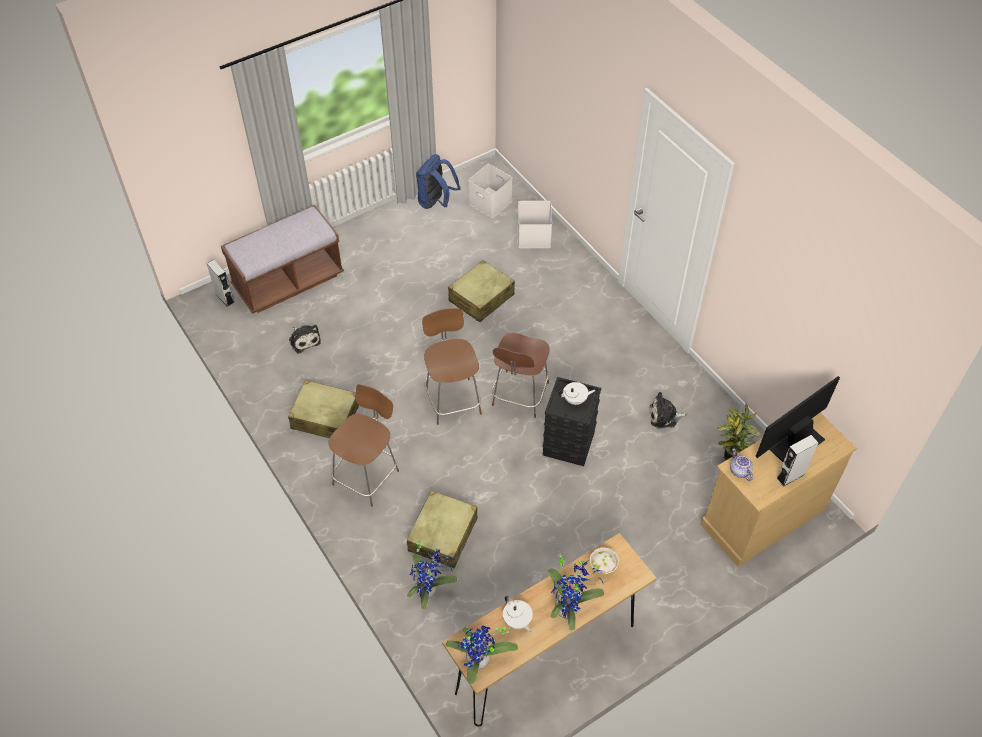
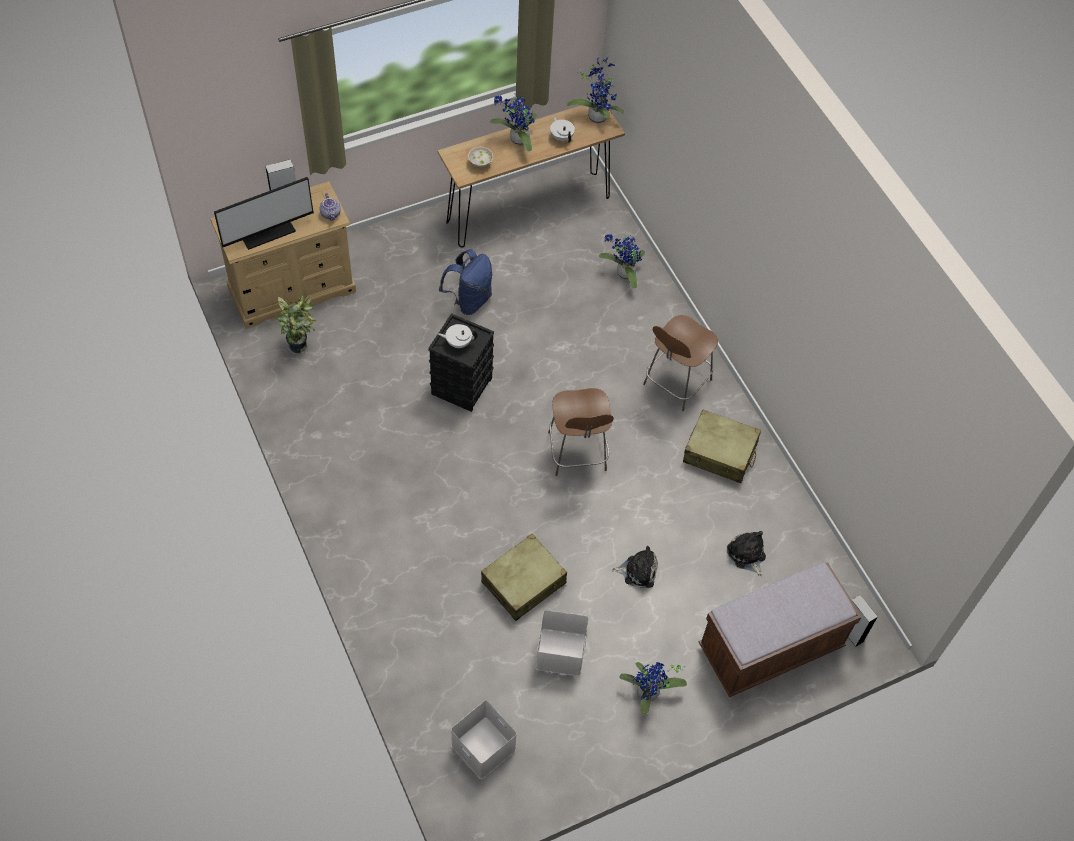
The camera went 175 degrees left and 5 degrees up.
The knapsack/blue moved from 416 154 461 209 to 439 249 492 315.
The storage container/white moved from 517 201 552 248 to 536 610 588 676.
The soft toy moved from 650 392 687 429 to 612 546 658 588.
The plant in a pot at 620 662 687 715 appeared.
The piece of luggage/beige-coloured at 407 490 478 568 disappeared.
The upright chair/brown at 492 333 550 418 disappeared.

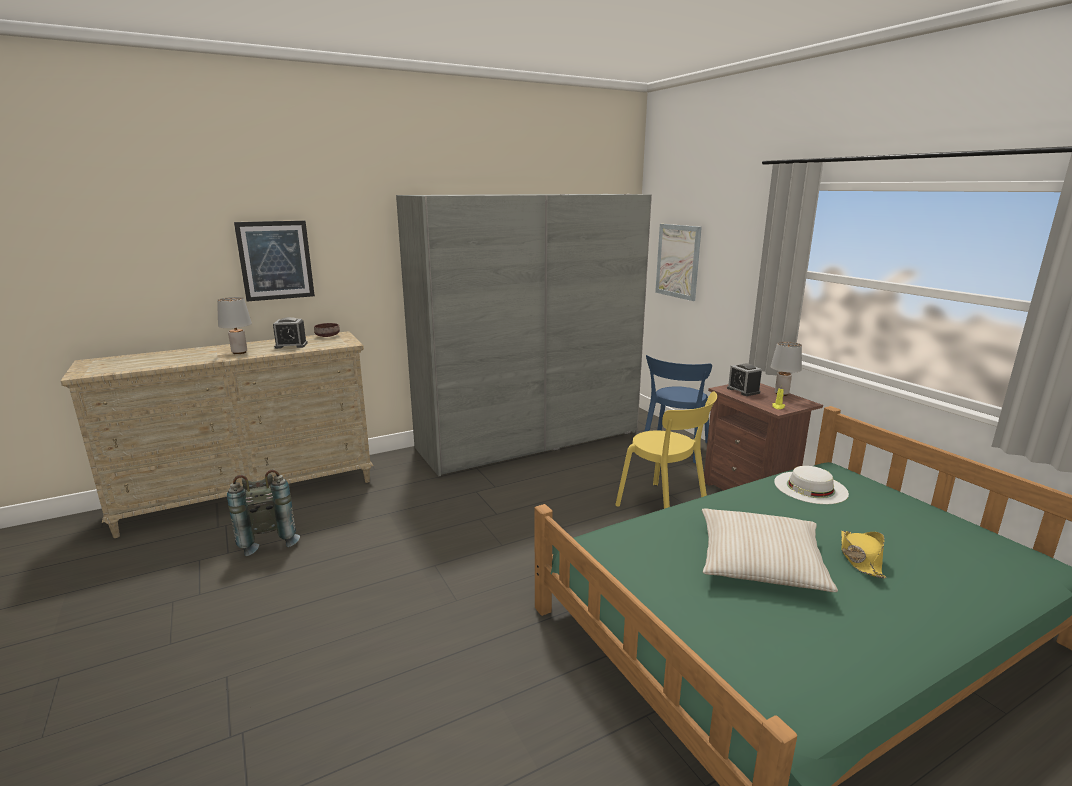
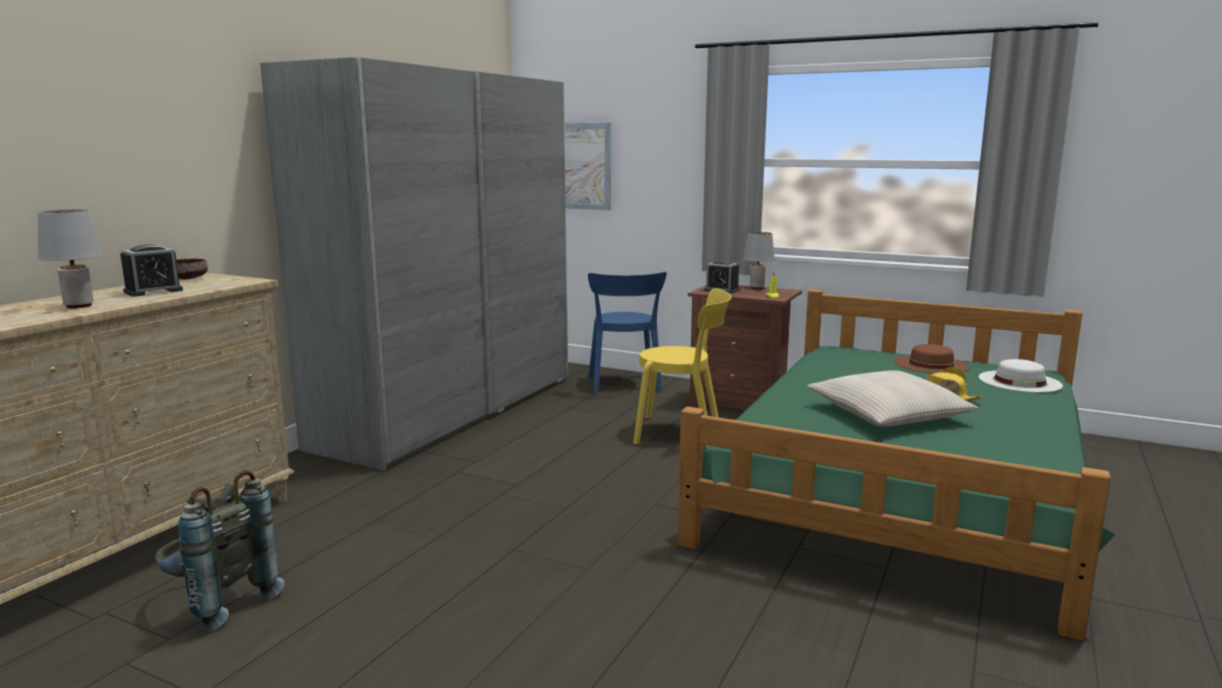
The camera went 35 degrees left and 5 degrees down.
The hat/brown at 894 344 970 374 appeared.
The hat/white moved from 774 466 849 504 to 979 359 1063 393.
The picture at 234 220 315 301 disappeared.

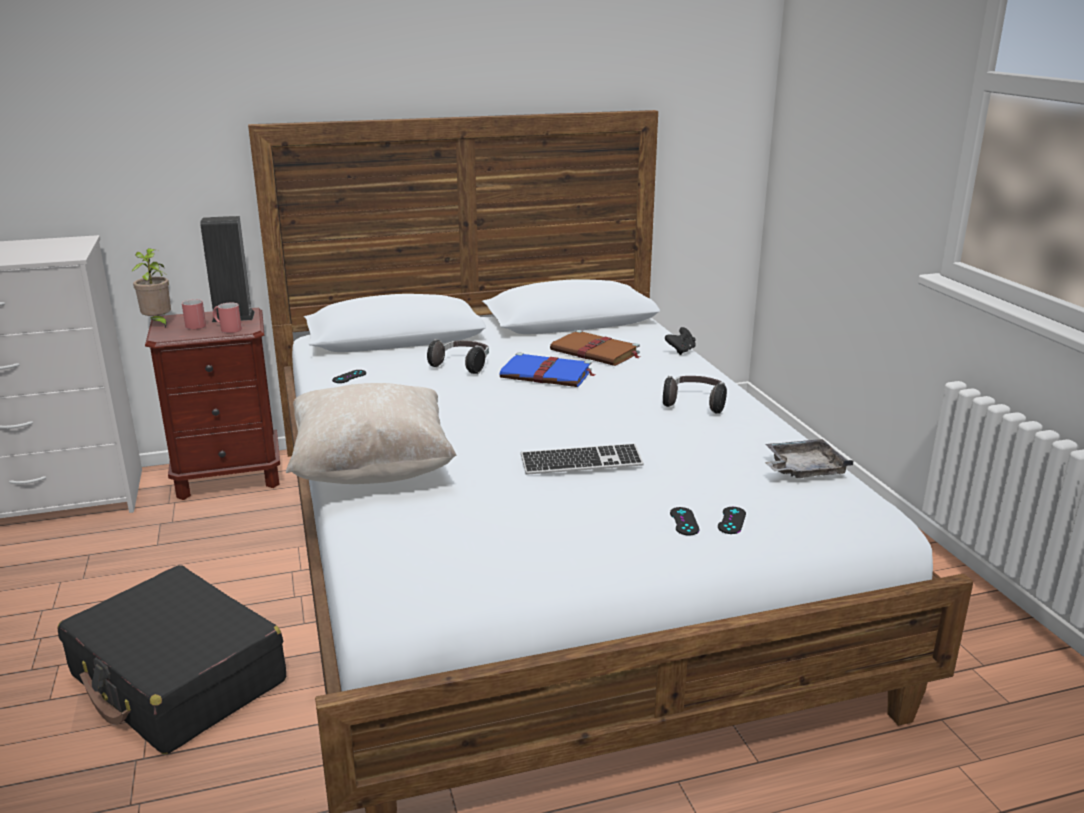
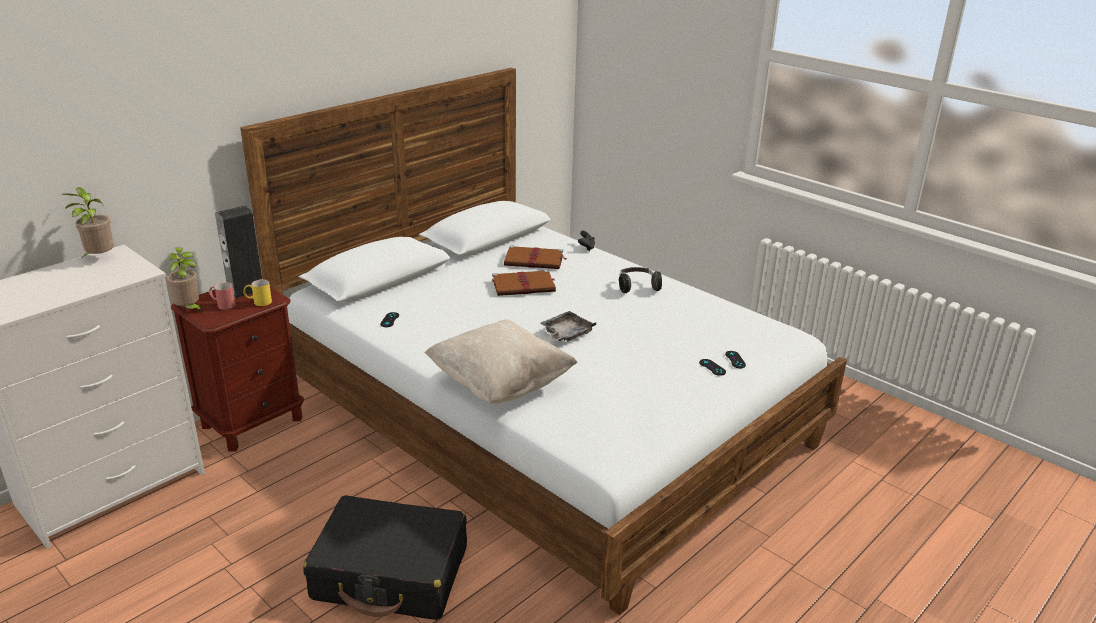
The camera went 30 degrees left and 5 degrees up.
The plant in a pot at 62 187 114 258 appeared.
The coffee mug/reddish at 213 303 242 333 became the coffee mug/yellow at 243 279 272 306.
The book/blue at 500 352 596 387 became the book/brown at 492 270 556 296.
The serving tray/gray moved from 765 439 854 478 to 540 311 597 342.
The pair of headphones at 427 339 489 374 disappeared.
The keyboard at 521 443 644 475 disappeared.

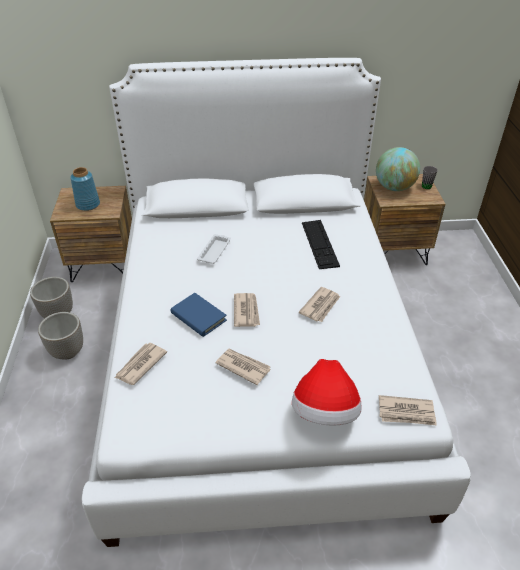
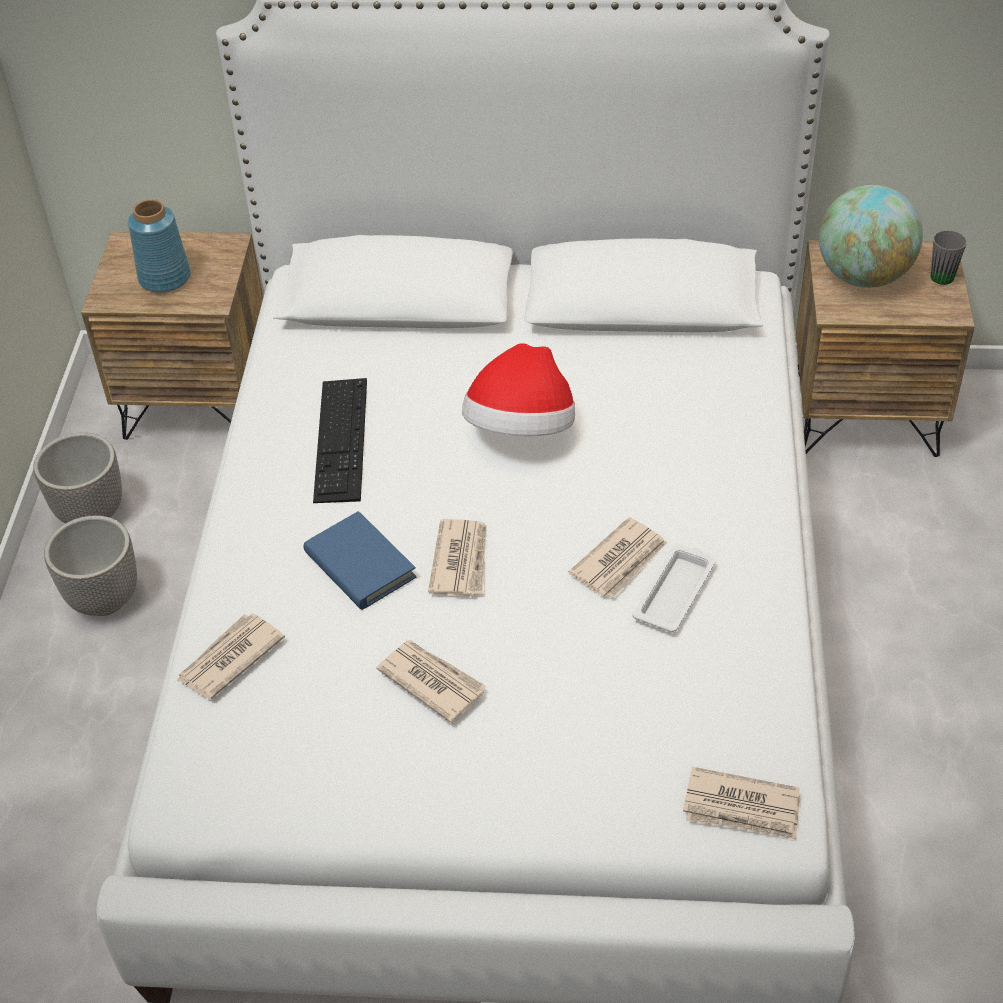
The camera went 10 degrees right and 5 degrees up.
The keyboard moved from 302 220 340 269 to 313 378 367 503.
The hat moved from 292 359 362 426 to 462 343 575 436.
The serving tray/white moved from 197 234 231 264 to 632 544 716 632.

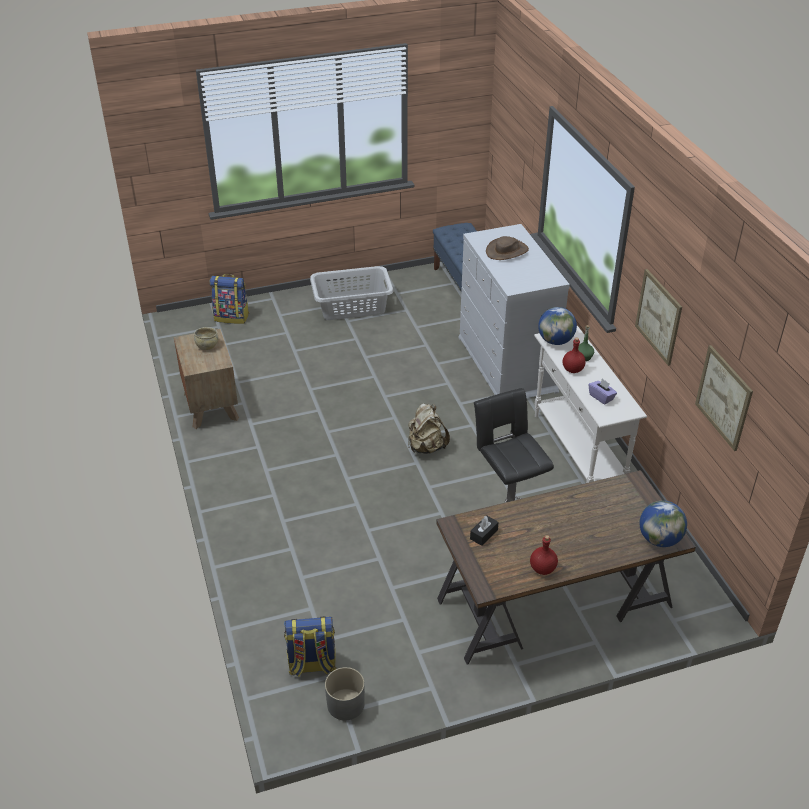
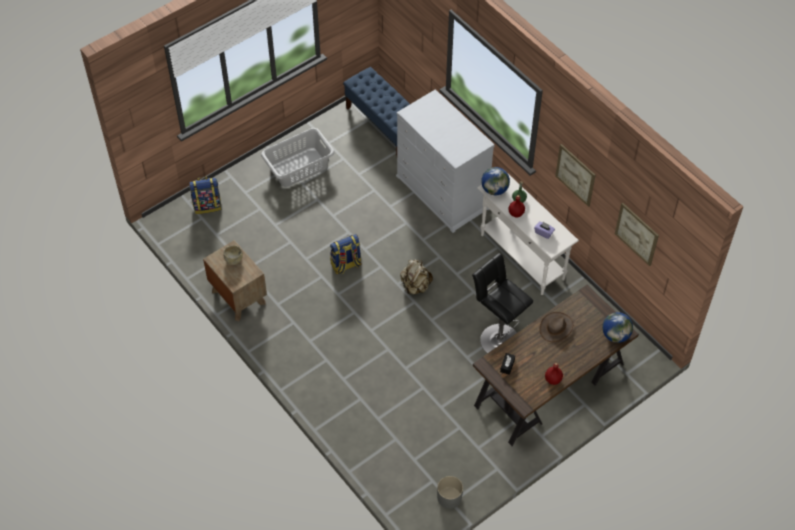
The camera went 20 degrees left and 15 degrees up.
The knapsack moved from 284 616 337 677 to 330 234 362 274.
The hat/brown moved from 486 236 529 260 to 540 312 573 342.

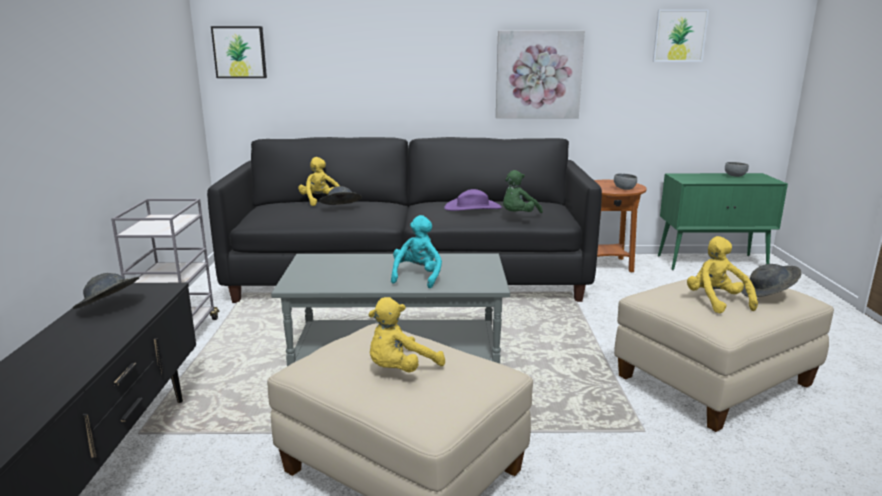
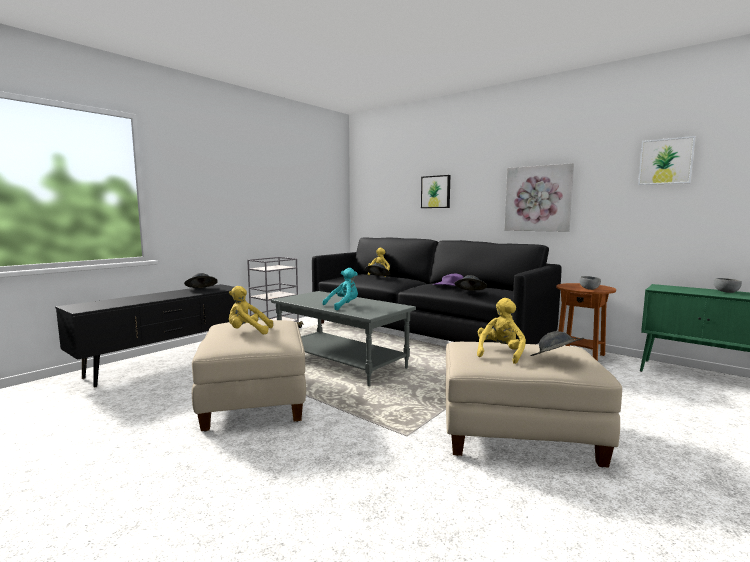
The camera went 40 degrees right and 10 degrees down.
The picture moved from 211 26 267 78 to 421 175 450 208.
The soft toy/green at 503 170 543 213 was replaced by the hat/gray at 454 275 487 290.

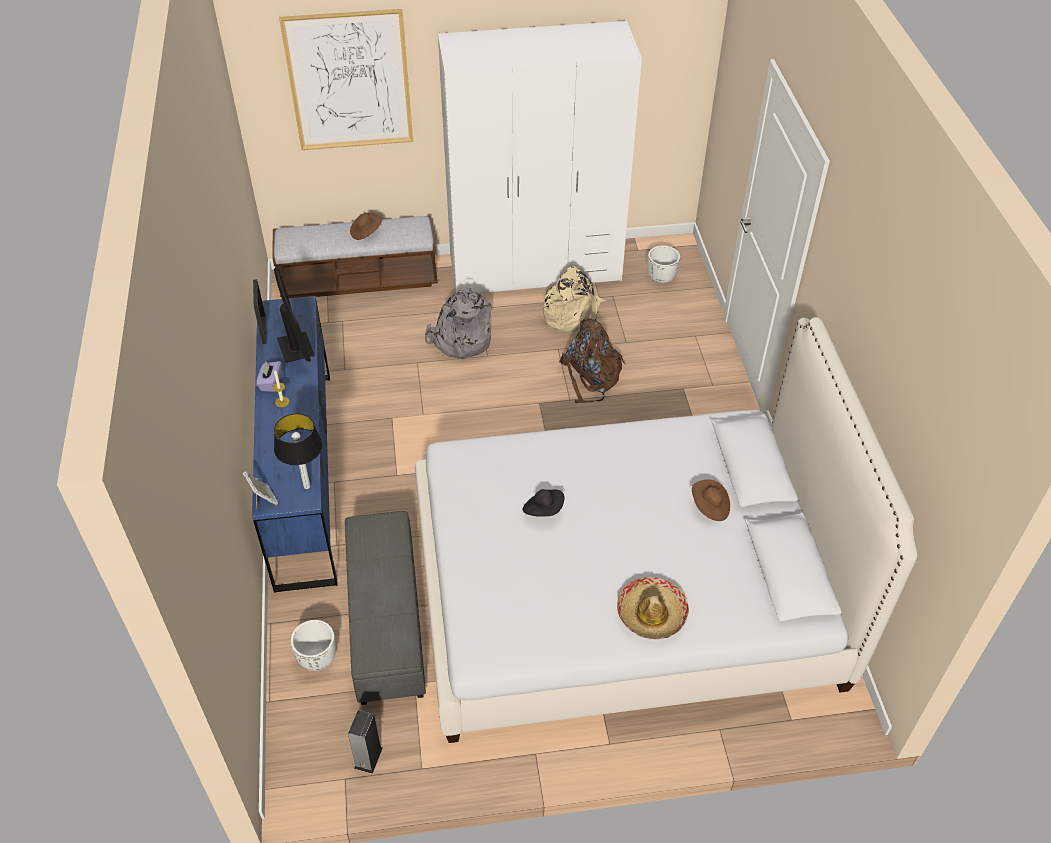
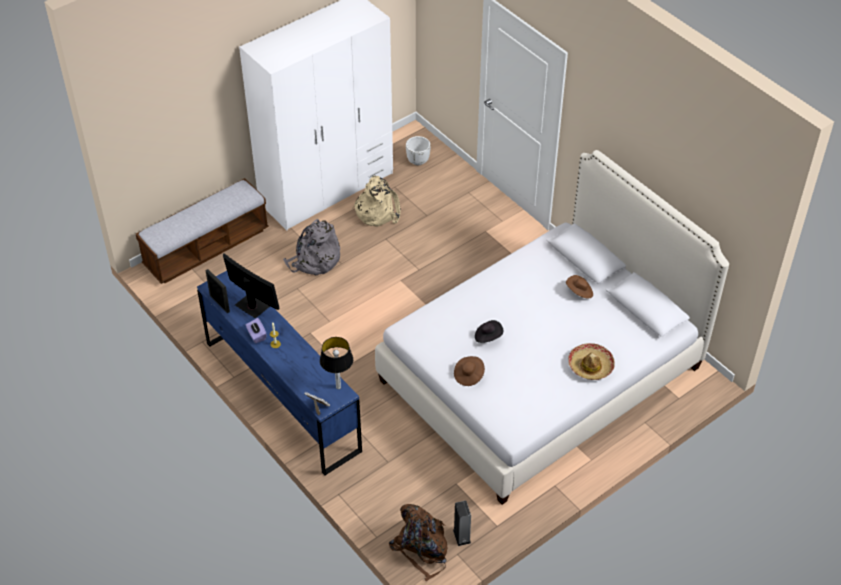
The camera went 30 degrees left and 0 degrees up.
The knapsack/brown moved from 559 318 626 403 to 389 504 447 581.
The hat/brown moved from 350 212 382 240 to 454 356 485 386.
The picture at 279 9 413 150 disappeared.
The flower pot/white at 290 620 336 671 disappeared.
The pouffe/gray at 345 511 426 705 disappeared.

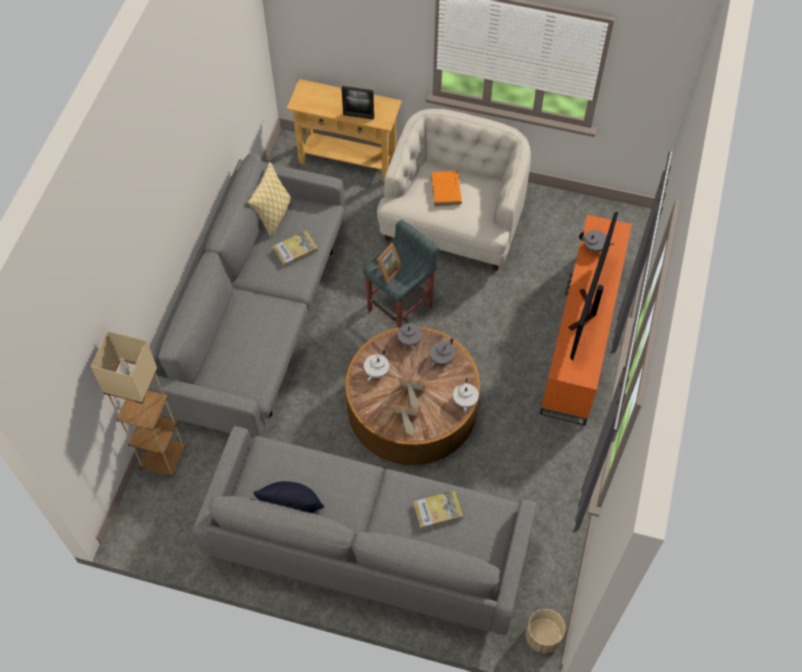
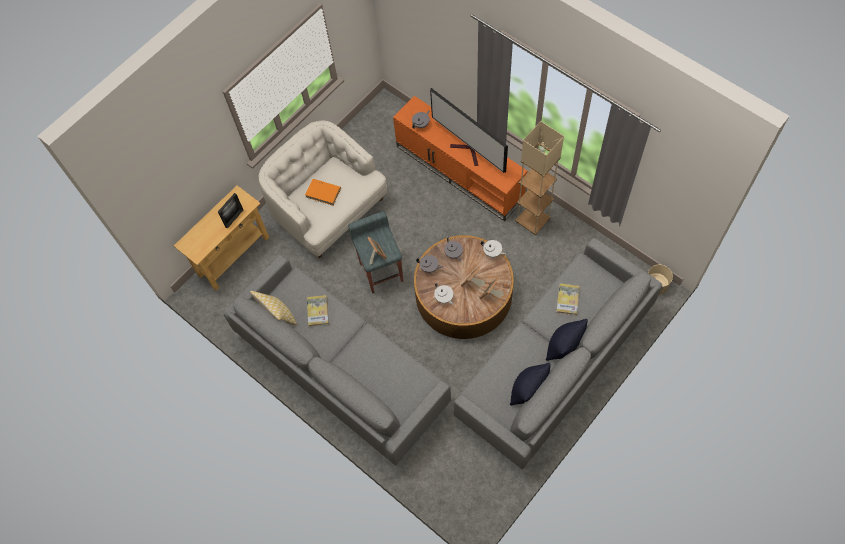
The camera went 60 degrees left and 5 degrees up.
The floor lamp/beige-coloured moved from 91 331 186 477 to 515 121 564 235.
The pillow/black at 546 319 588 361 appeared.

